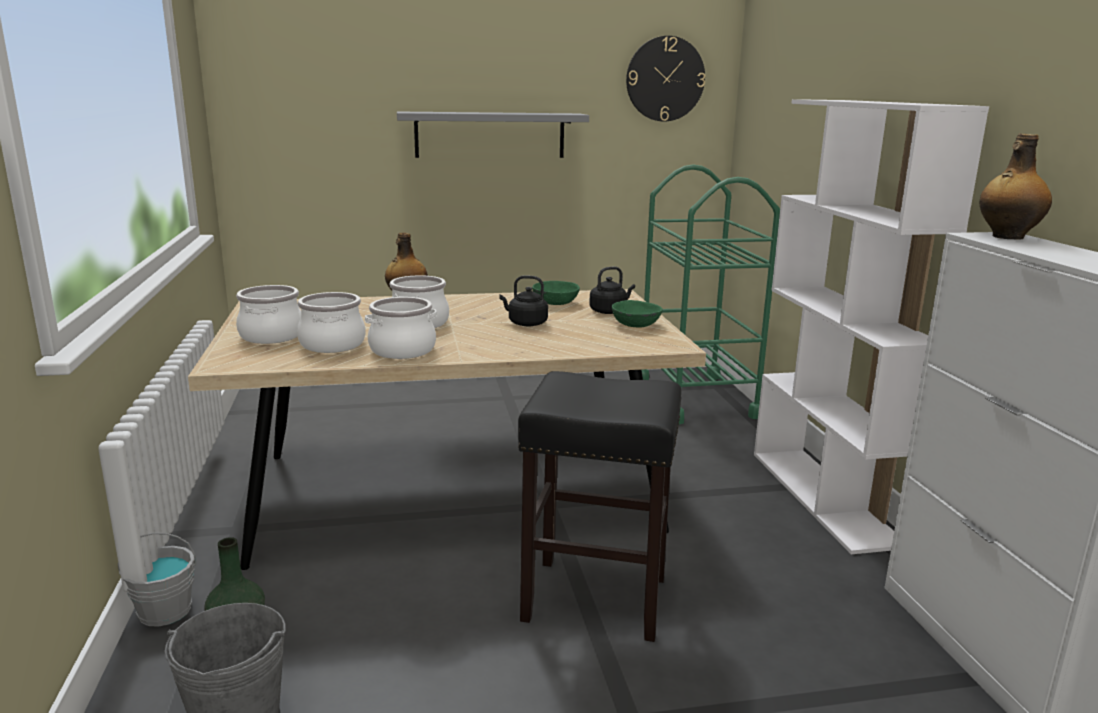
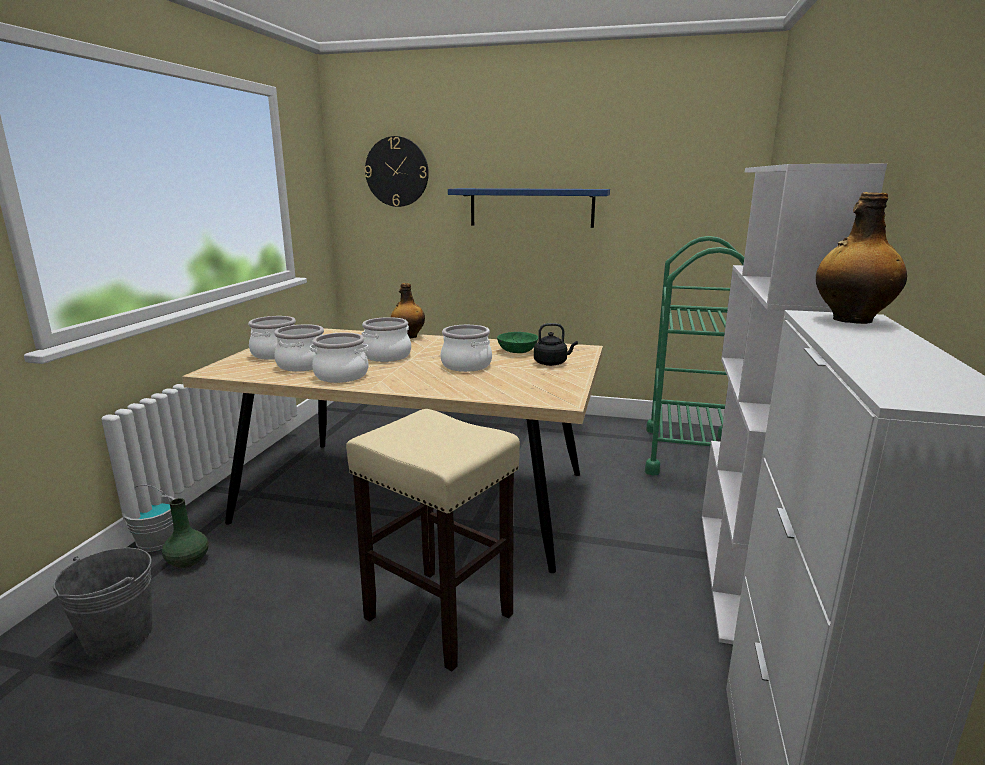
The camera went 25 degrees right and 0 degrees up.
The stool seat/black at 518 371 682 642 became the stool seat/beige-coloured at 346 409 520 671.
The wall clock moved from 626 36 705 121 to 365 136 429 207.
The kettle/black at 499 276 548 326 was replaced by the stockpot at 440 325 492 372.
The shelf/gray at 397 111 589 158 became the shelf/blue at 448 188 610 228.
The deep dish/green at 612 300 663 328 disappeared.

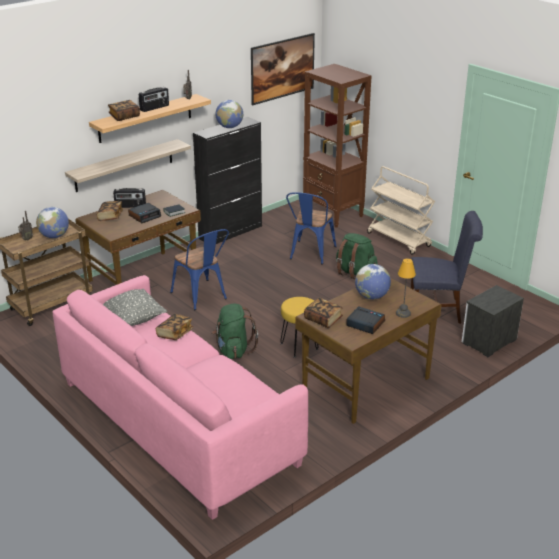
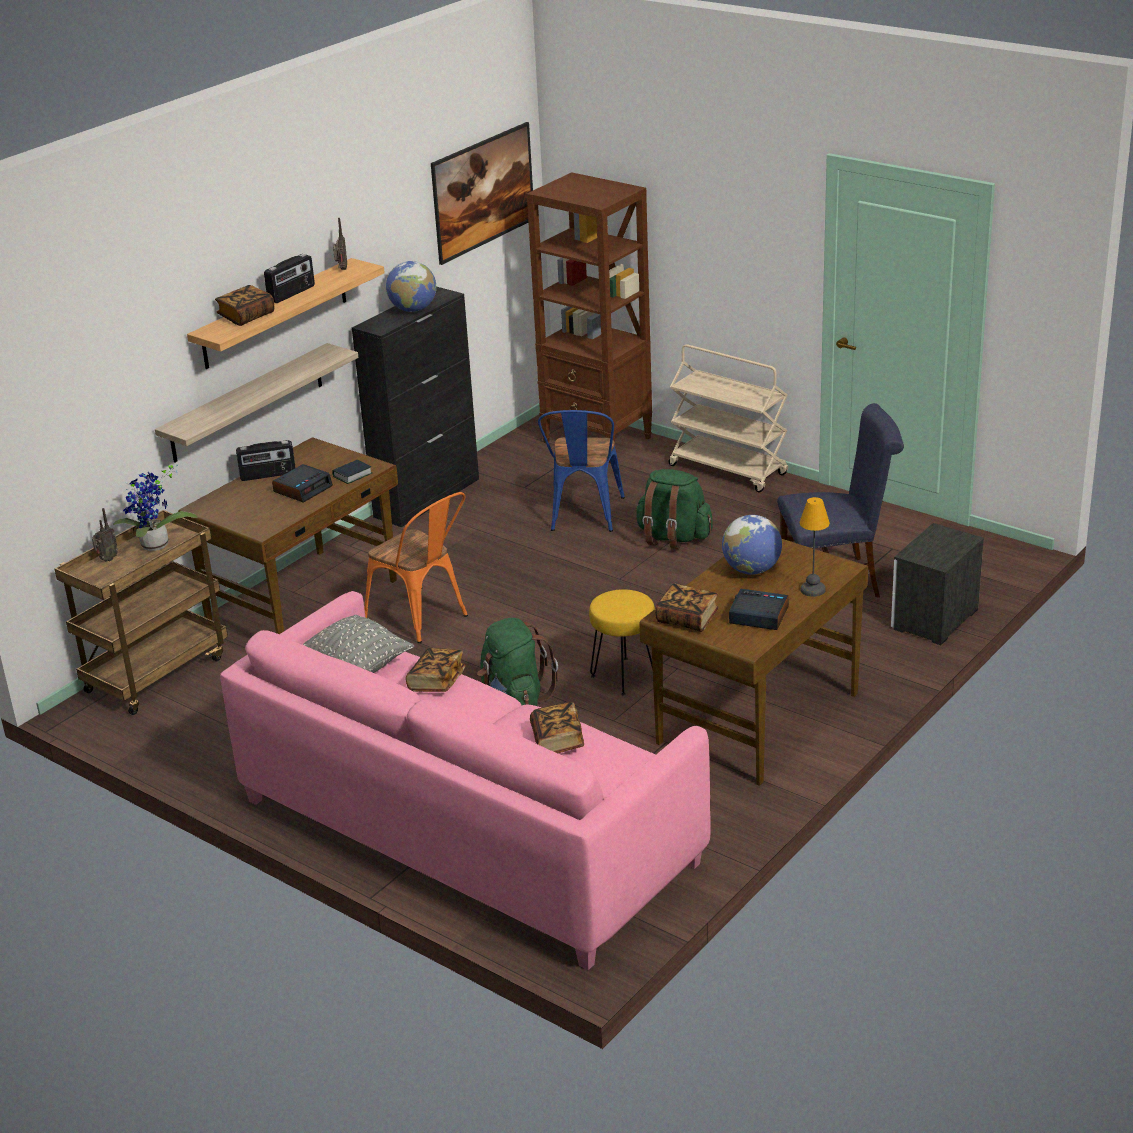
The camera went 10 degrees left and 0 degrees up.
The desk globe at 36 207 69 238 was replaced by the plant in a pot at 113 464 198 551.
The upright chair/blue at 170 229 229 310 became the upright chair/orangey at 364 492 468 643.
The book moved from 97 201 123 221 to 530 702 584 753.

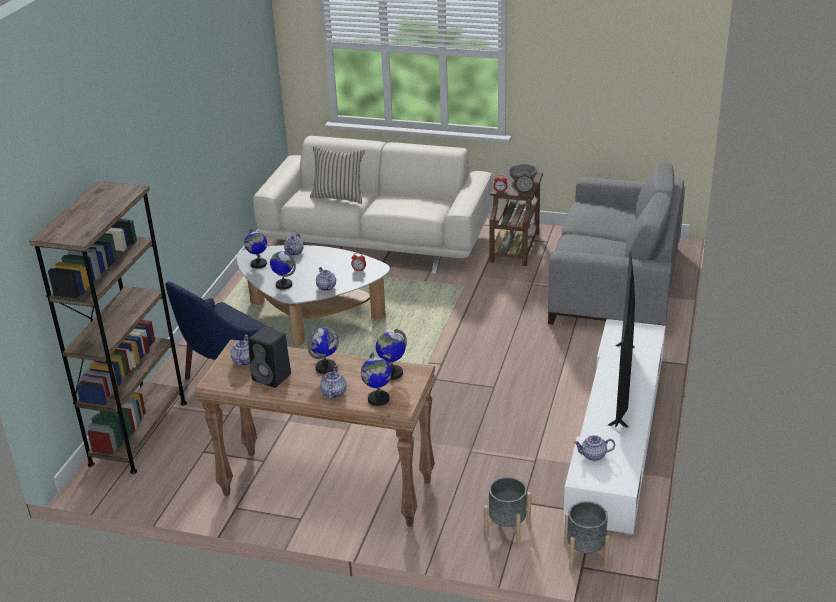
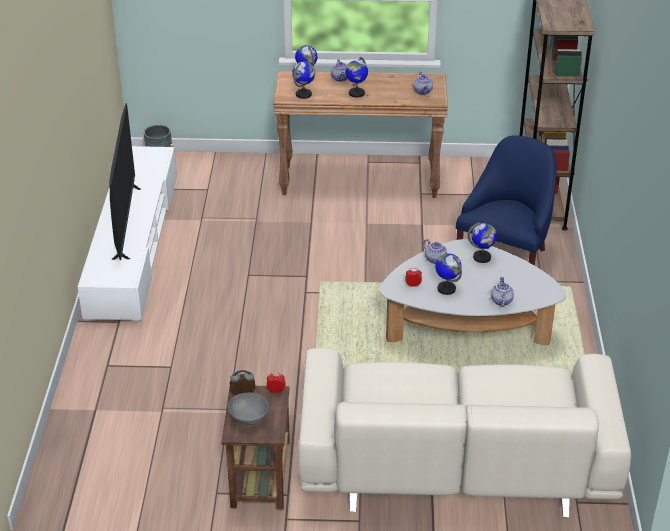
The camera went 165 degrees right and 5 degrees up.
The desk globe moved from 244 228 267 268 to 435 253 462 295.
The audio speaker/black at 248 327 291 388 disappeared.
The pillow/beige-coloured at 310 146 365 204 disappeared.
The flower pot/gray at 484 477 531 546 disappeared.
The settee/gray at 548 161 685 325 disappeared.
The teapot at 574 435 615 461 disappeared.

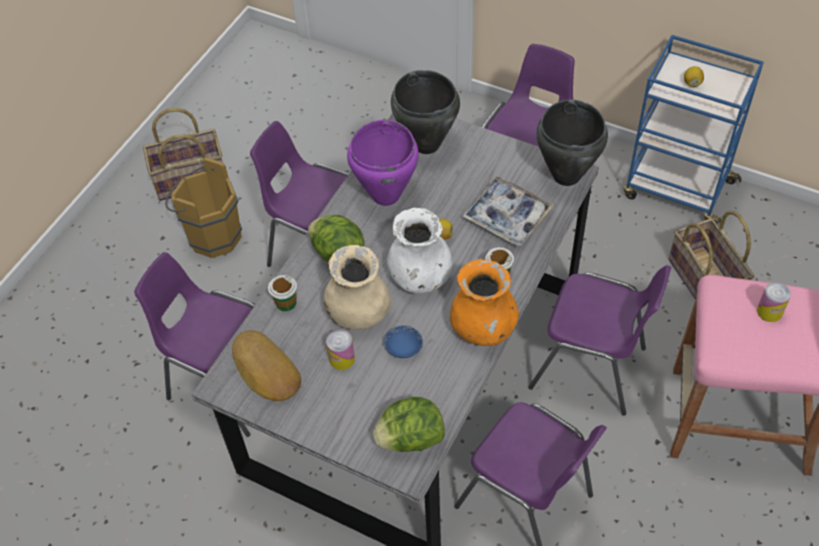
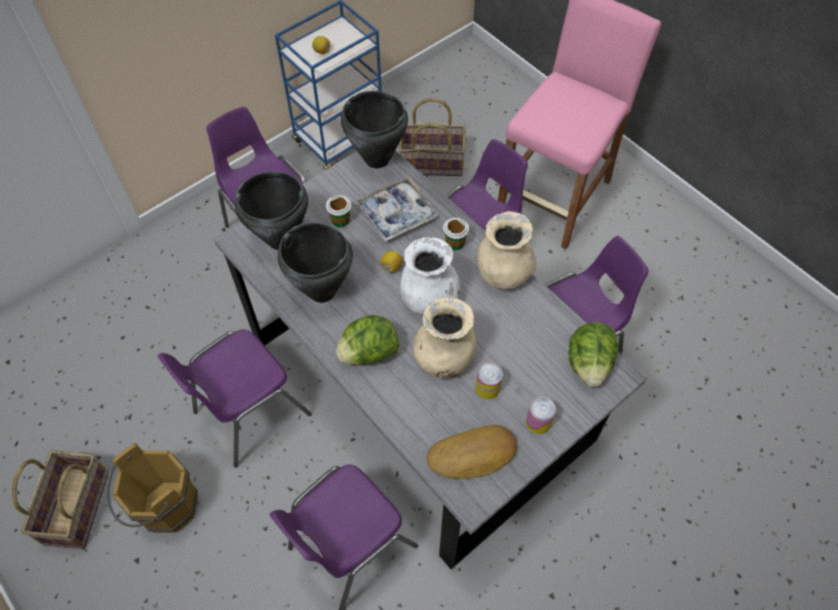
The camera went 70 degrees left and 5 degrees up.
The stockpot/purple-coloured at 347 119 419 206 became the stockpot/black at 278 223 353 303.
The cup moved from 268 275 297 311 to 326 195 351 228.
The flower vase/orangey at 450 259 519 346 became the flower vase/beige-coloured at 477 211 536 289.
The sealed can moved from 757 282 791 322 to 526 397 556 434.
The deep dish/blue at 384 326 423 358 disappeared.

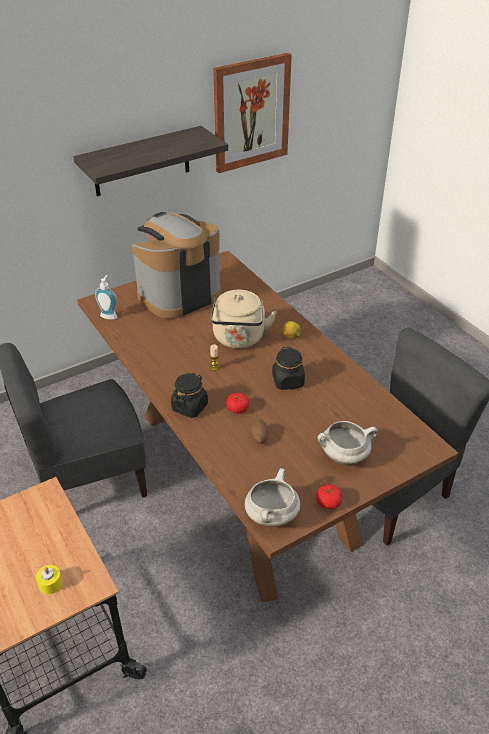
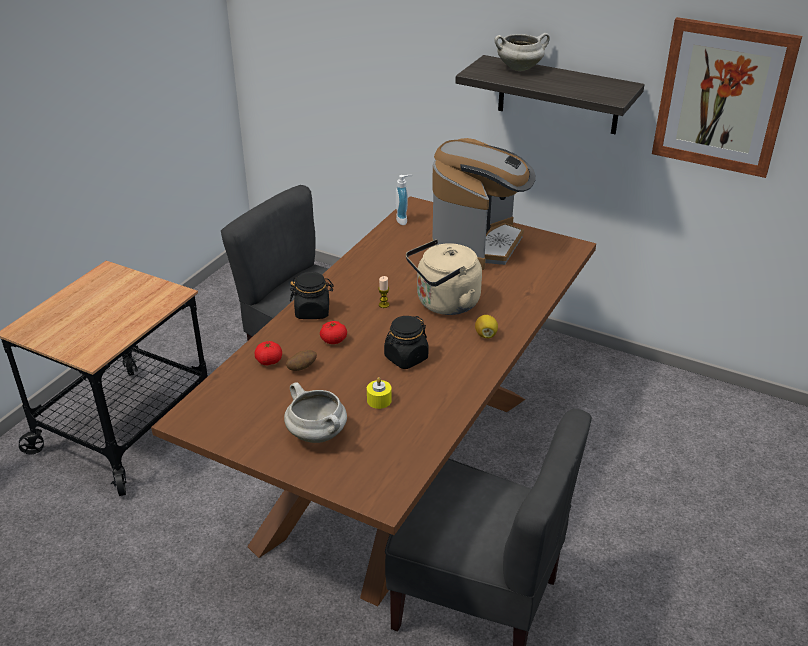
The camera went 60 degrees right and 5 degrees down.
The whole tomato moved from 316 484 342 509 to 255 341 282 365.
The candle/yellow moved from 36 565 63 594 to 367 377 392 409.
The coffee maker at 132 212 221 319 turned 90 degrees clockwise.
The stockpot/white moved from 245 468 300 527 to 494 33 550 71.

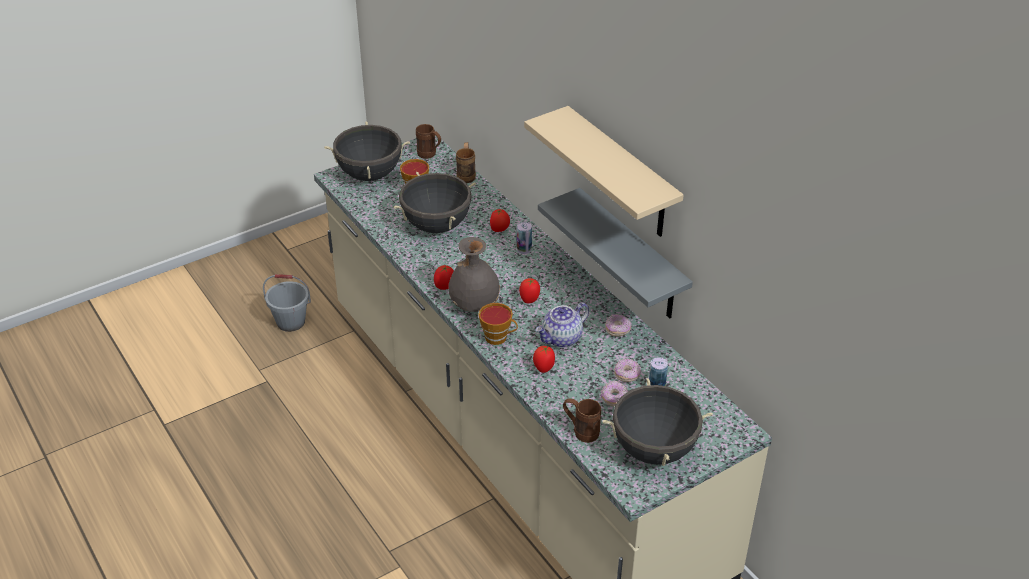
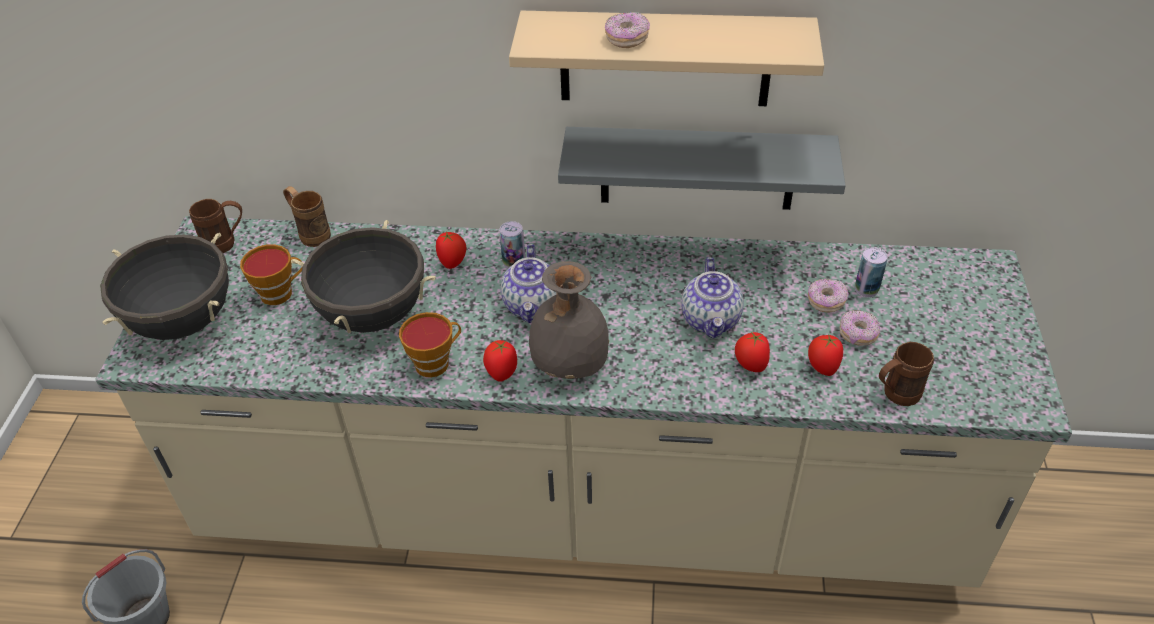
The camera went 50 degrees left and 5 degrees up.
The cup moved from 478 303 518 345 to 399 312 461 378.
The teapot at 501 244 557 323 appeared.
The donut moved from 605 314 631 336 to 605 12 650 48.
The whole tomato moved from 519 278 540 303 to 808 334 843 376.
The stockpot/black at 603 378 713 466 disappeared.

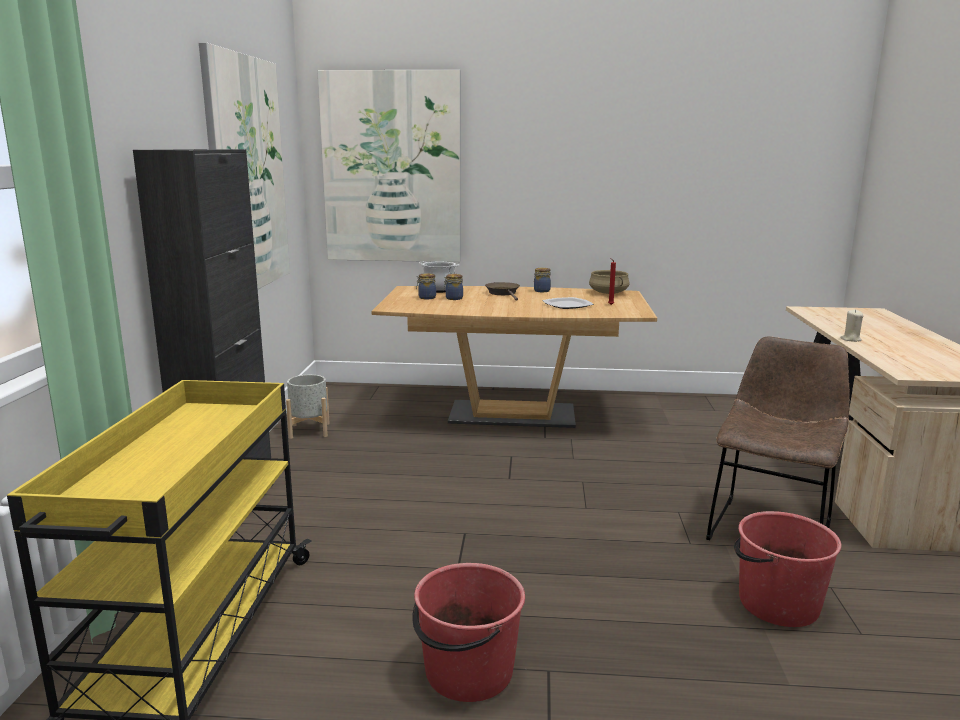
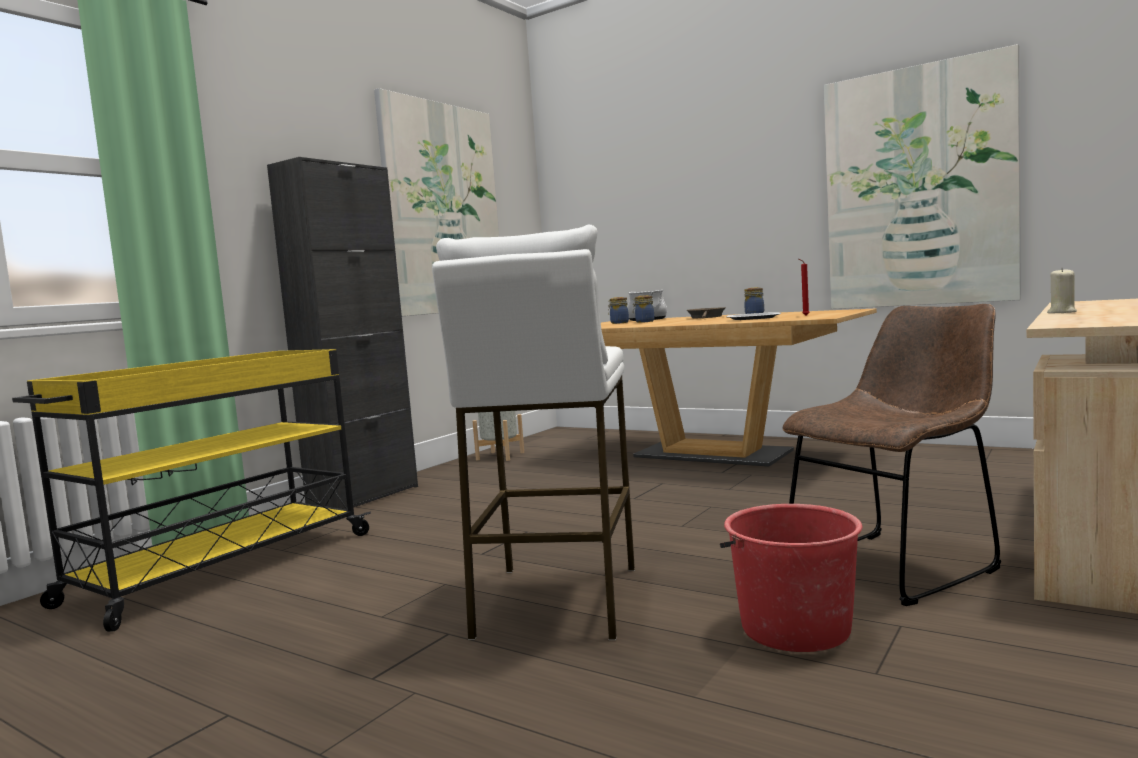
The camera went 30 degrees right and 10 degrees down.
The stool seat/white at 432 224 635 640 appeared.
The picture moved from 317 70 461 262 to 823 44 1021 309.
The water bucket/reddish at 412 563 525 702 disappeared.
The stockpot/beige-coloured at 589 270 629 294 disappeared.

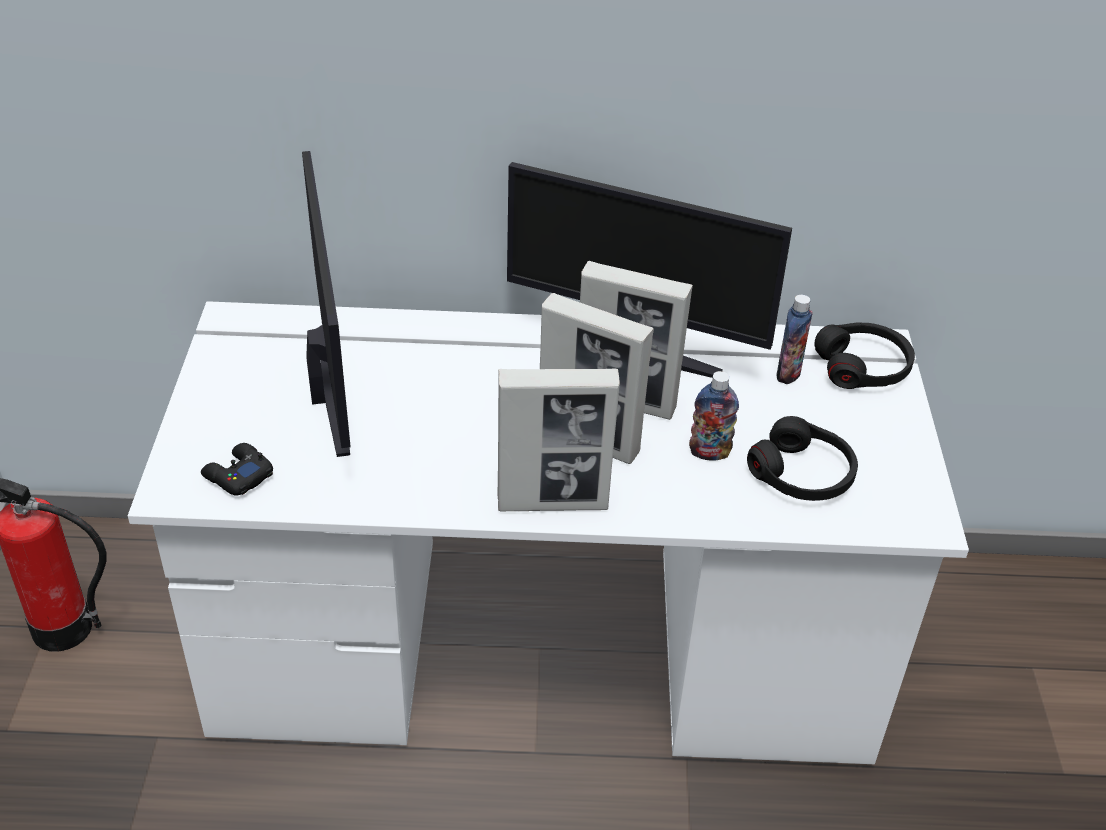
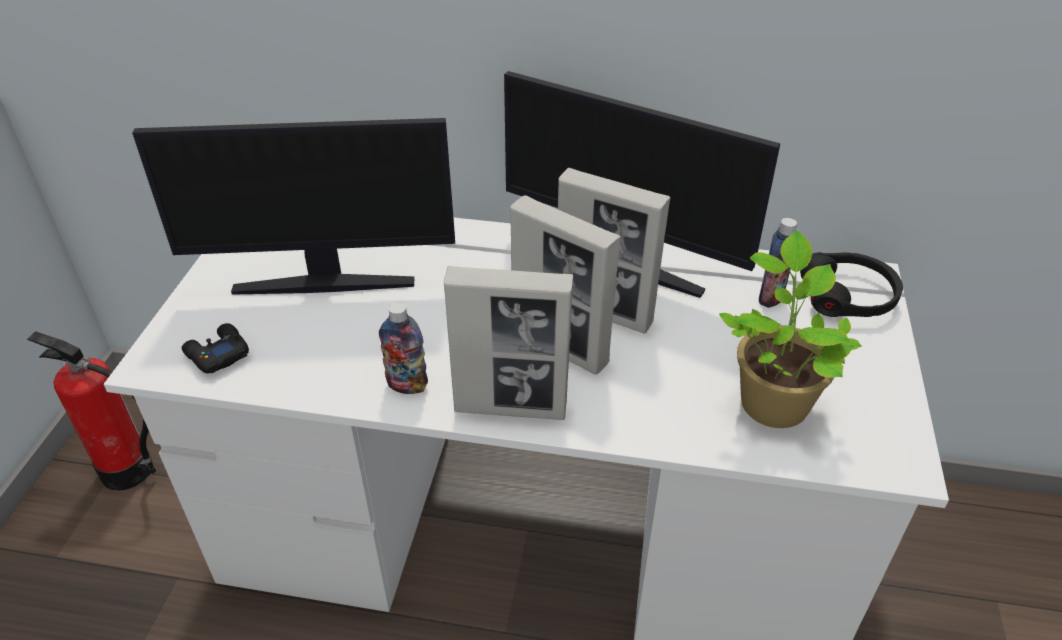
The camera went 10 degrees right and 0 degrees up.
The computer display at 302 151 351 457 turned 90 degrees clockwise.
The drink bottle moved from 689 371 739 461 to 379 302 428 394.
The pair of headphones/black at 747 416 858 501 was replaced by the plant in a pot at 719 230 862 428.

